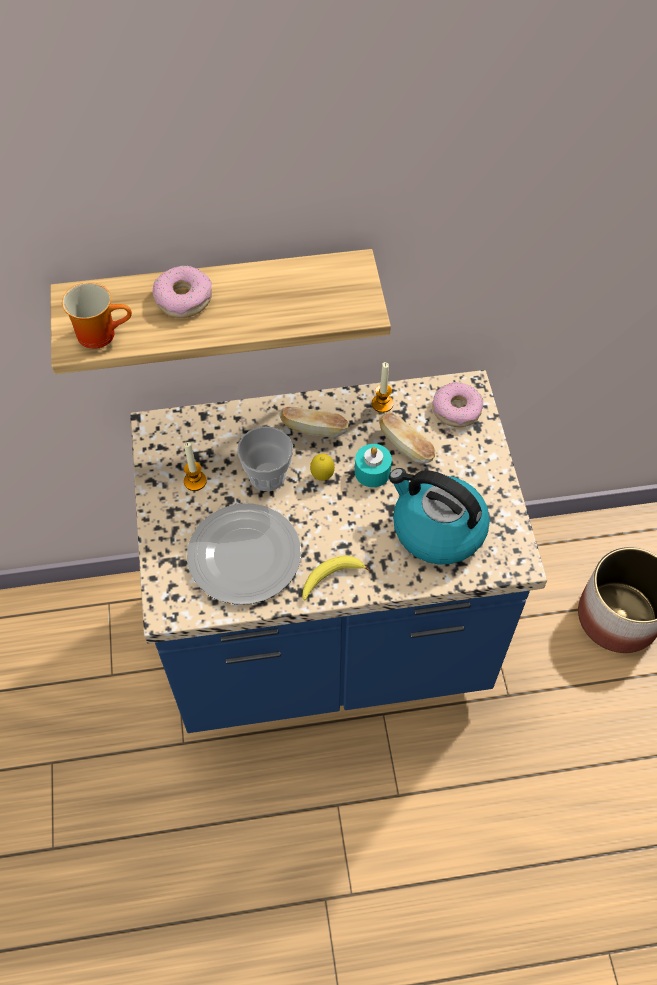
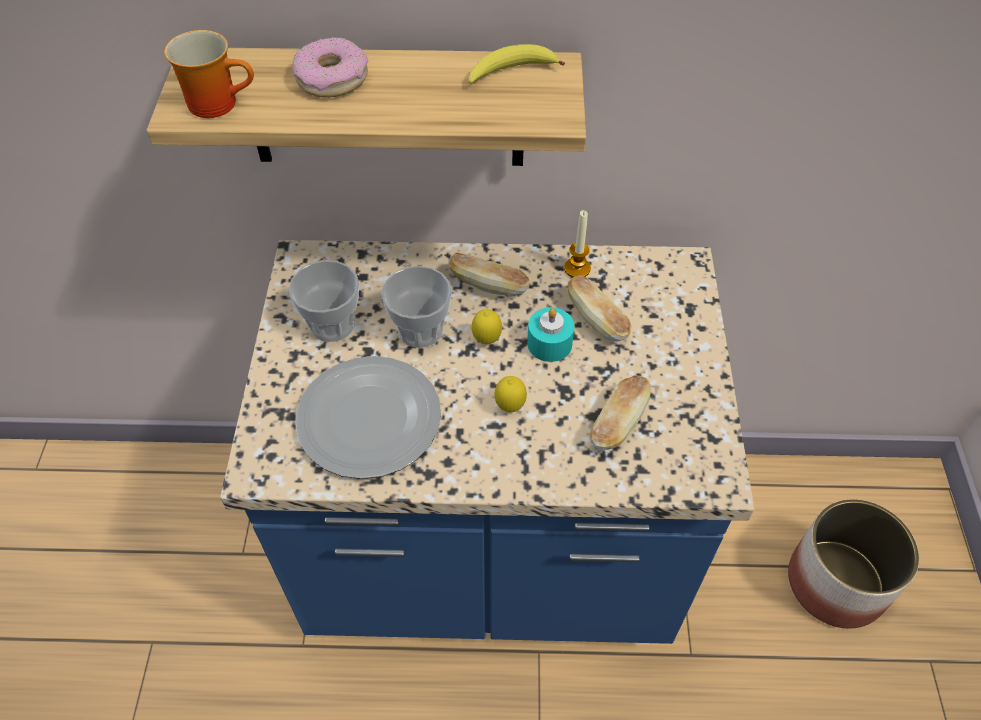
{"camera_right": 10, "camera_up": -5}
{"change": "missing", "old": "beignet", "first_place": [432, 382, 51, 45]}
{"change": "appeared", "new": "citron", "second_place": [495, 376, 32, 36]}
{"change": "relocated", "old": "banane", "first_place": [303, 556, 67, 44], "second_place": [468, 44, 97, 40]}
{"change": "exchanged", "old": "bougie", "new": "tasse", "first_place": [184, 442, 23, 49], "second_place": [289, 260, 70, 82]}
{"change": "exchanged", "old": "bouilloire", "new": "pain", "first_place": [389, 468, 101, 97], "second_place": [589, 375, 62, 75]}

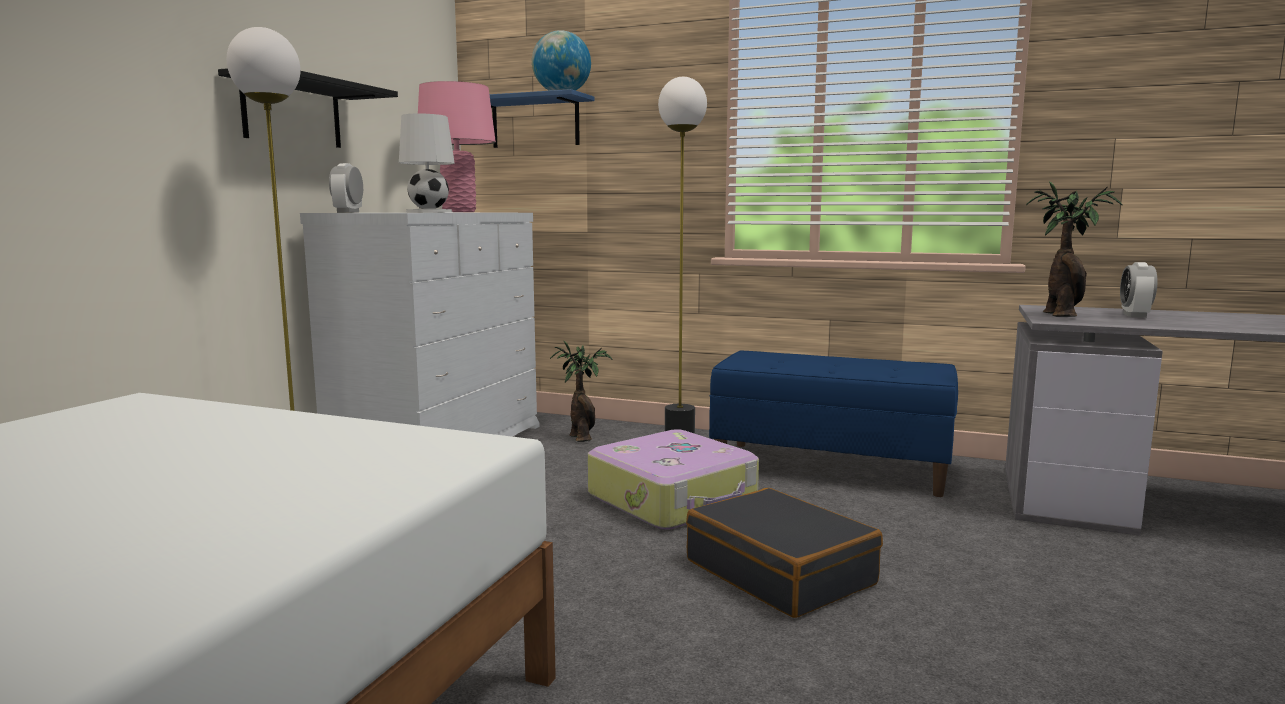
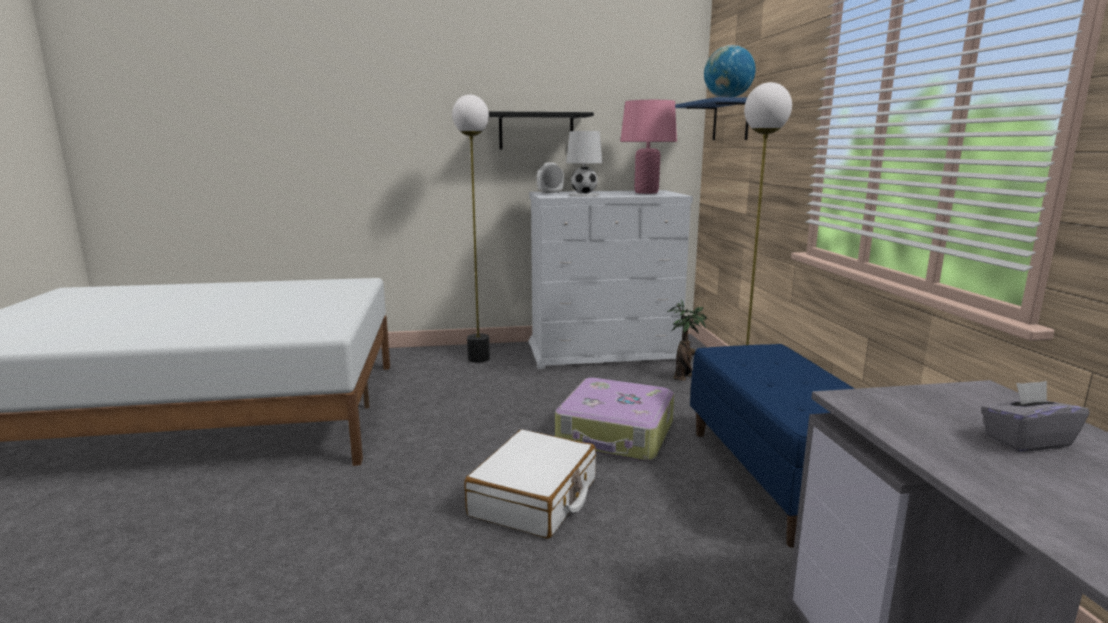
{"camera_right": 60, "camera_up": 5}
{"change": "missing", "old": "plante en pot", "first_place": [1026, 181, 96, 136]}
{"change": "exchanged", "old": "réveil", "new": "boîte à mouchoirs [gris]", "first_place": [1120, 262, 37, 56], "second_place": [981, 381, 109, 71]}
{"change": "colour", "old": "valise [noir]", "new": "valise [blanc]", "first_place": [686, 488, 197, 130], "second_place": [464, 430, 132, 109]}

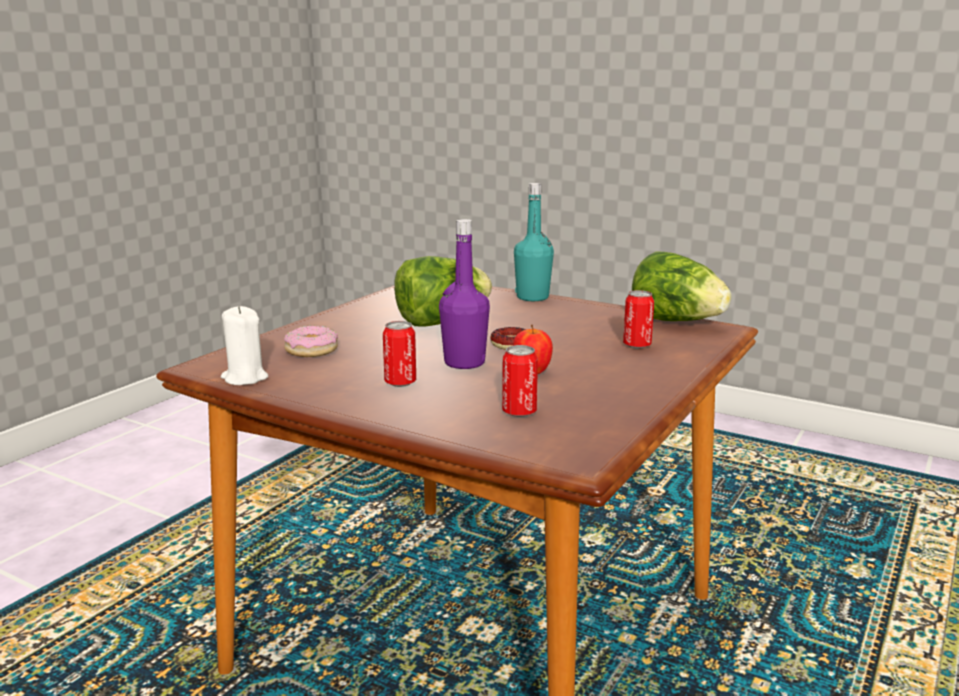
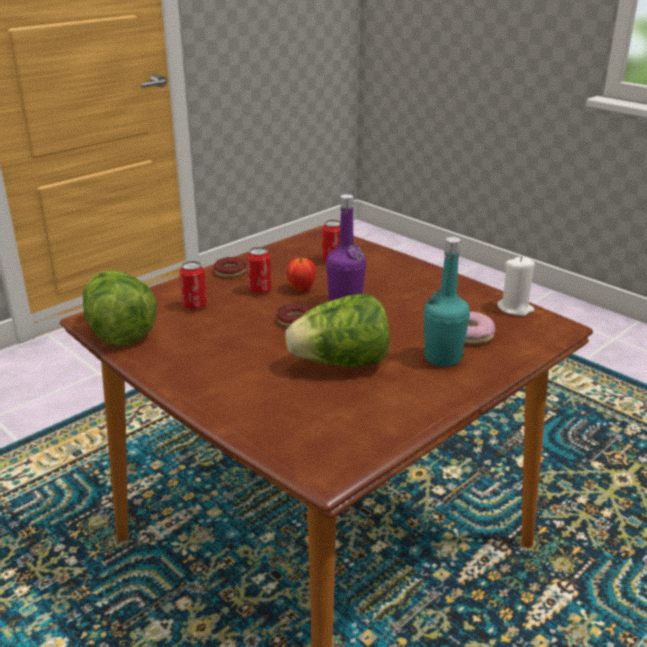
{"camera_right": -165, "camera_up": 10}
{"change": "appeared", "new": "beignet", "second_place": [214, 257, 32, 20]}
{"change": "relocated", "old": "boîte métallique", "first_place": [383, 321, 33, 66], "second_place": [247, 247, 24, 47]}
{"change": "relocated", "old": "bouteille [turquoise]", "first_place": [514, 183, 40, 118], "second_place": [424, 237, 46, 130]}

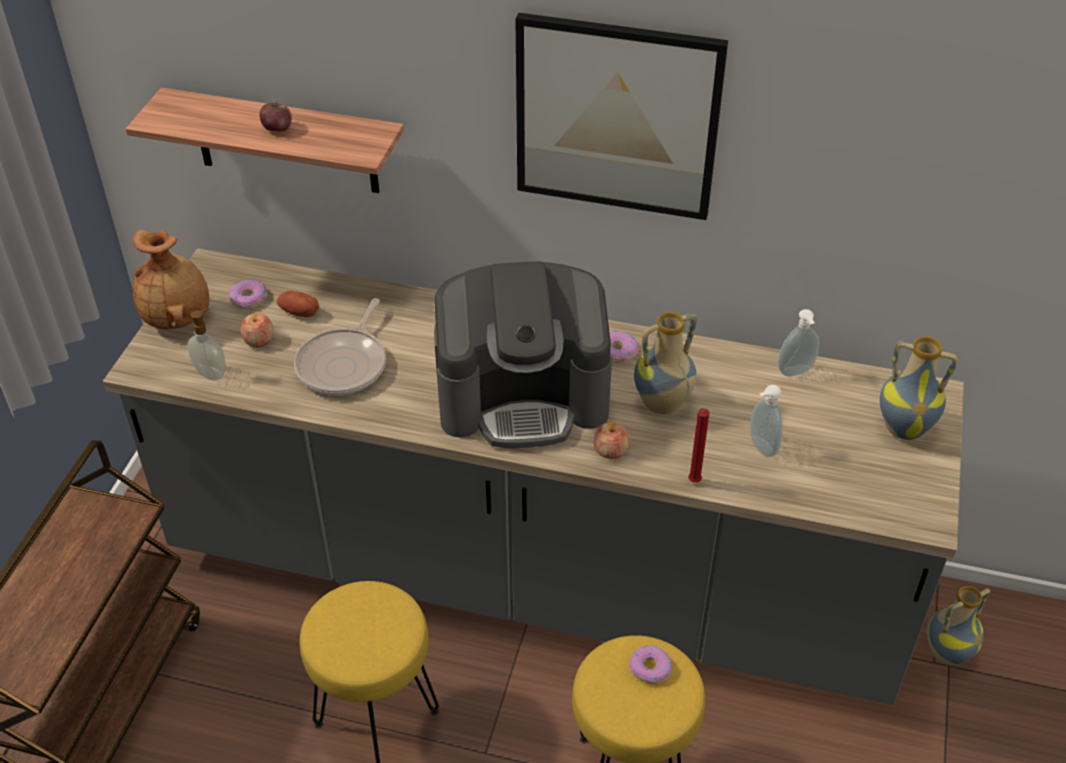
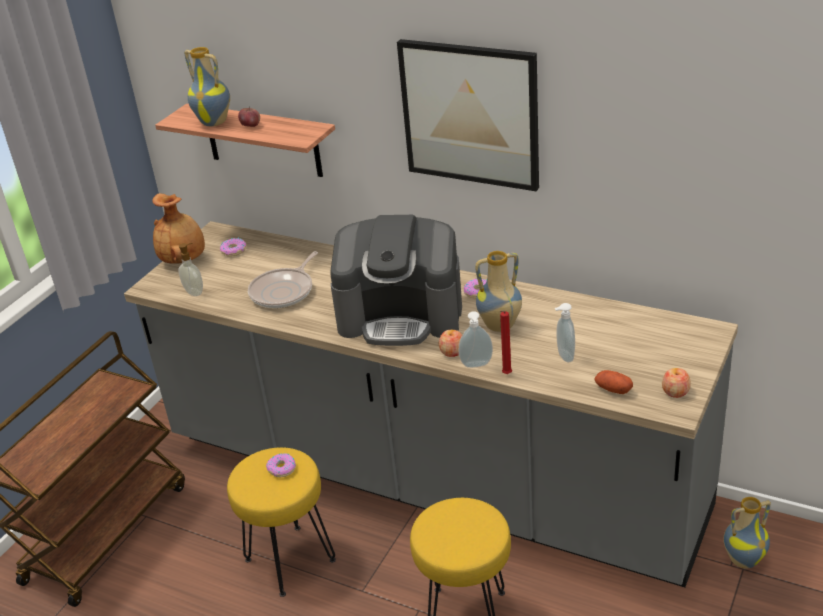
{"camera_right": 15, "camera_up": -10}
{"change": "relocated", "old": "pomme", "first_place": [241, 313, 33, 34], "second_place": [662, 368, 29, 30]}
{"change": "relocated", "old": "pomme de terre", "first_place": [277, 291, 42, 26], "second_place": [594, 370, 39, 24]}
{"change": "relocated", "old": "beignet", "first_place": [629, 645, 43, 39], "second_place": [266, 453, 30, 24]}
{"change": "relocated", "old": "distributeur de savon", "first_place": [778, 309, 41, 67], "second_place": [459, 311, 34, 57]}
{"change": "relocated", "old": "vase", "first_place": [880, 336, 78, 104], "second_place": [184, 47, 46, 79]}

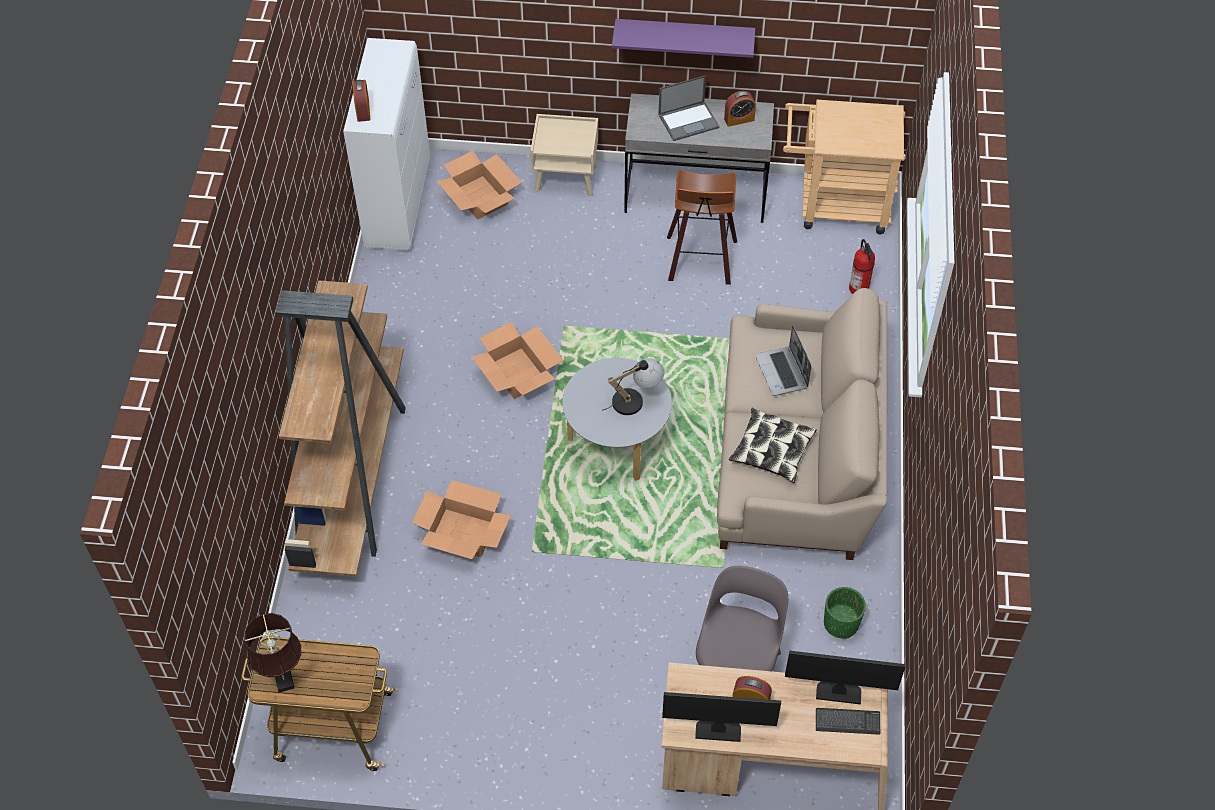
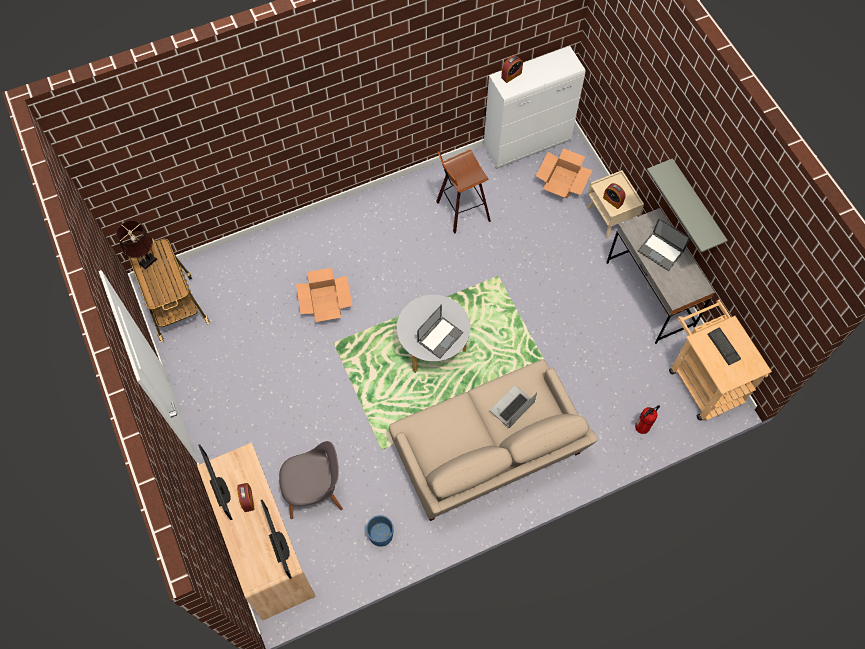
{"camera_right": 60, "camera_up": 10}
{"change": "missing", "old": "bibliothèque [marron]", "first_place": [276, 280, 130, 297]}
{"change": "missing", "old": "carton", "first_place": [472, 322, 91, 77]}
{"change": "missing", "old": "coussin", "first_place": [729, 408, 88, 75]}
{"change": "relocated", "old": "tabouret", "first_place": [667, 170, 70, 115], "second_place": [436, 149, 55, 85]}
{"change": "relocated", "old": "réveil", "first_place": [724, 91, 32, 36], "second_place": [603, 183, 23, 26]}
{"change": "relocated", "old": "clavier", "first_place": [816, 708, 64, 27], "second_place": [708, 327, 33, 38]}
{"change": "exchanged", "old": "lampe de table", "new": "ordinateur portable", "first_place": [603, 358, 61, 57], "second_place": [417, 304, 46, 55]}
{"change": "colour", "old": "étagère [violet]", "new": "étagère [gris]", "first_place": [612, 19, 143, 39], "second_place": [647, 158, 81, 95]}
{"change": "colour", "old": "cache-pot [vert]", "new": "cache-pot [bleu]", "first_place": [824, 587, 42, 52], "second_place": [366, 515, 27, 32]}

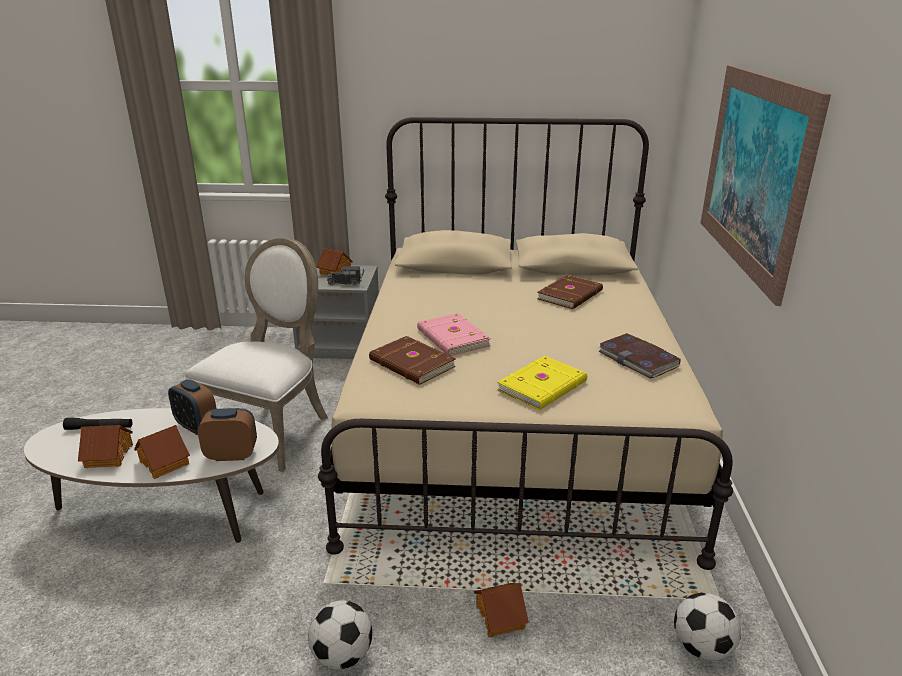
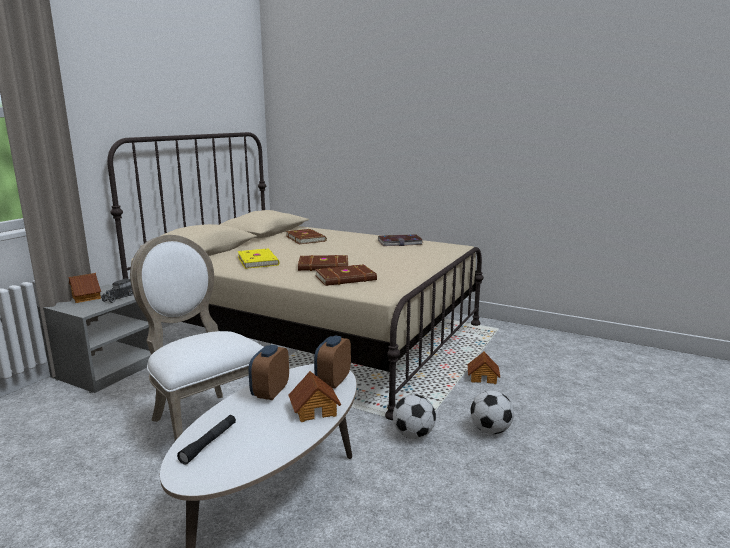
{"camera_right": -65, "camera_up": -10}
{"change": "missing", "old": "maison miniature", "first_place": [78, 425, 55, 43]}
{"change": "missing", "old": "tableau", "first_place": [701, 65, 130, 241]}
{"change": "relocated", "old": "livre [jaune]", "first_place": [497, 356, 90, 54], "second_place": [238, 249, 41, 20]}
{"change": "relocated", "old": "ballon de foot", "first_place": [674, 593, 67, 68], "second_place": [393, 394, 43, 45]}
{"change": "colour", "old": "livre [rose]", "new": "livre [marron]", "first_place": [417, 313, 74, 43], "second_place": [298, 255, 50, 16]}
{"change": "spun", "old": "réveil", "first_place": [168, 379, 49, 56], "second_place": [248, 345, 41, 55], "degrees": 135}

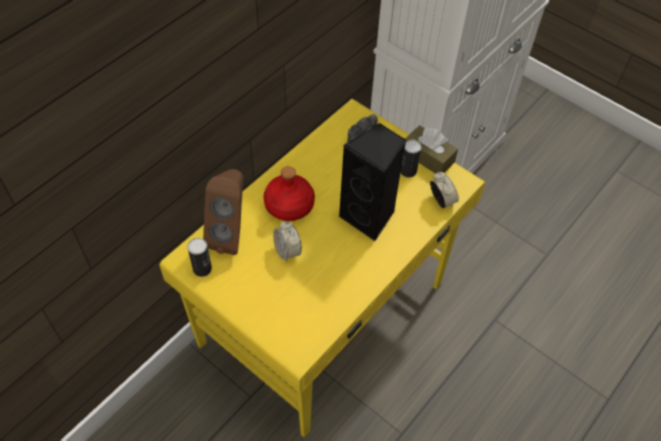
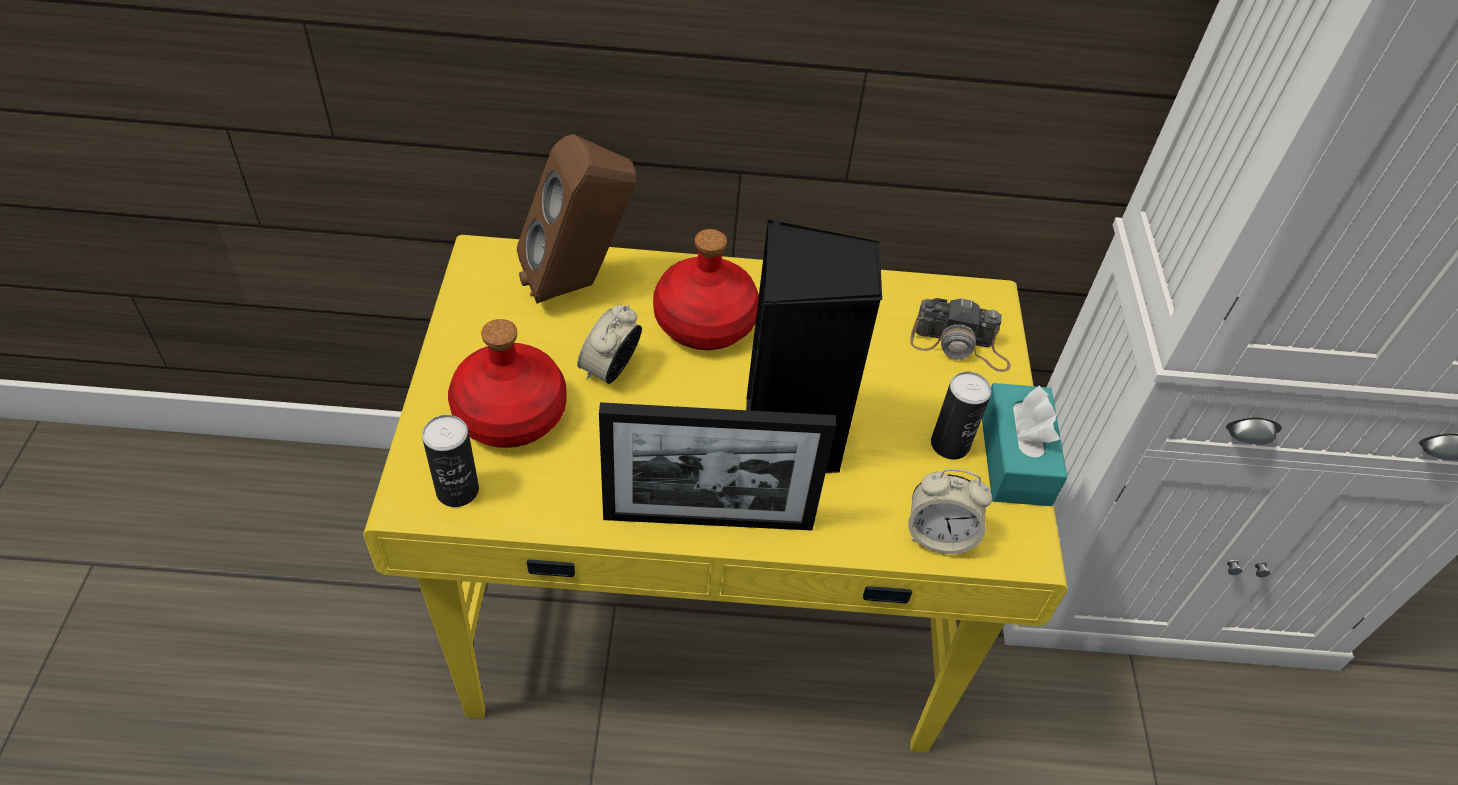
{"camera_right": 50, "camera_up": -5}
{"change": "appeared", "new": "bouteille [rouge]", "second_place": [448, 319, 118, 129]}
{"change": "appeared", "new": "cadre photo", "second_place": [599, 402, 237, 129]}
{"change": "relocated", "old": "boîte métallique", "first_place": [187, 238, 25, 39], "second_place": [422, 415, 57, 92]}
{"change": "colour", "old": "boîte à mouchoirs [marron]", "new": "boîte à mouchoirs [turquoise]", "first_place": [405, 125, 53, 49], "second_place": [982, 383, 86, 123]}
{"change": "spun", "old": "réveil", "first_place": [430, 172, 29, 36], "second_place": [908, 469, 84, 85], "degrees": 75}

